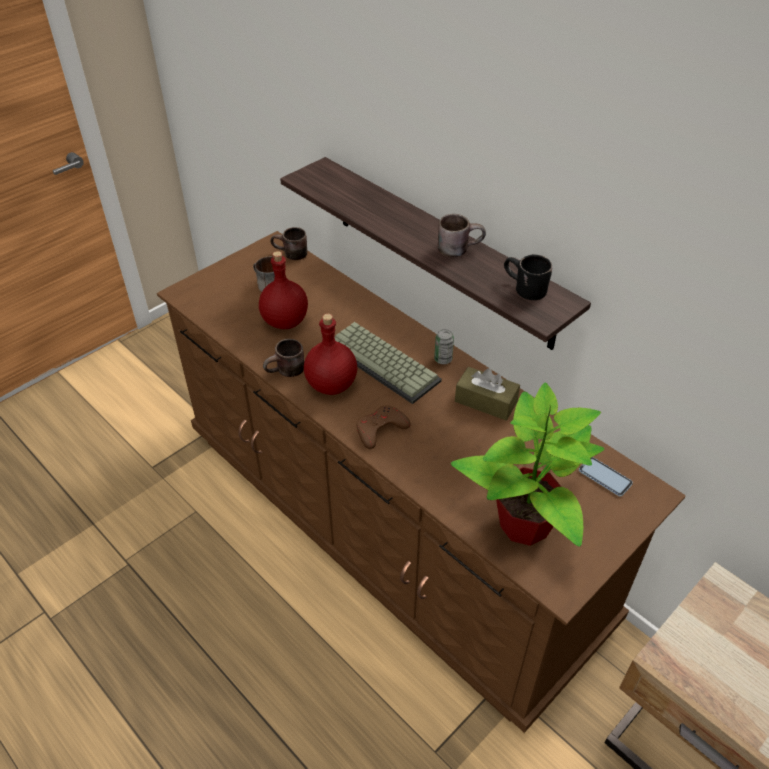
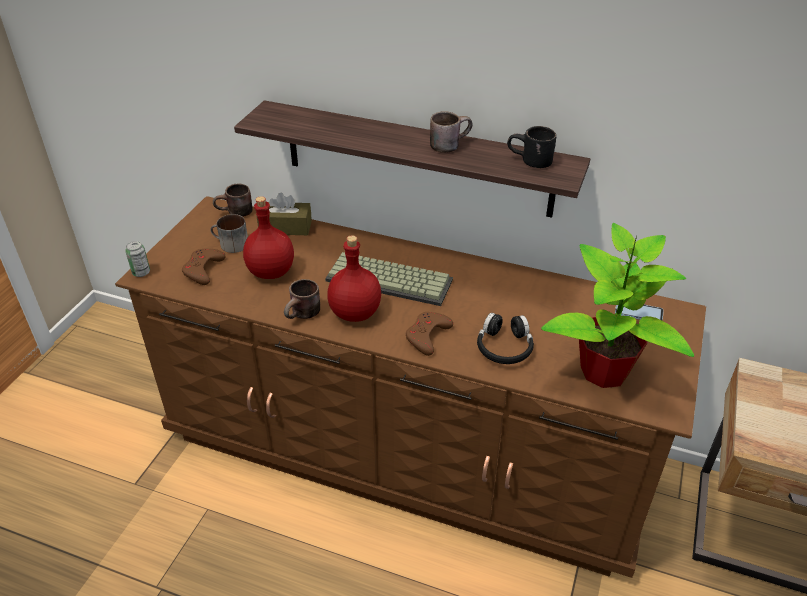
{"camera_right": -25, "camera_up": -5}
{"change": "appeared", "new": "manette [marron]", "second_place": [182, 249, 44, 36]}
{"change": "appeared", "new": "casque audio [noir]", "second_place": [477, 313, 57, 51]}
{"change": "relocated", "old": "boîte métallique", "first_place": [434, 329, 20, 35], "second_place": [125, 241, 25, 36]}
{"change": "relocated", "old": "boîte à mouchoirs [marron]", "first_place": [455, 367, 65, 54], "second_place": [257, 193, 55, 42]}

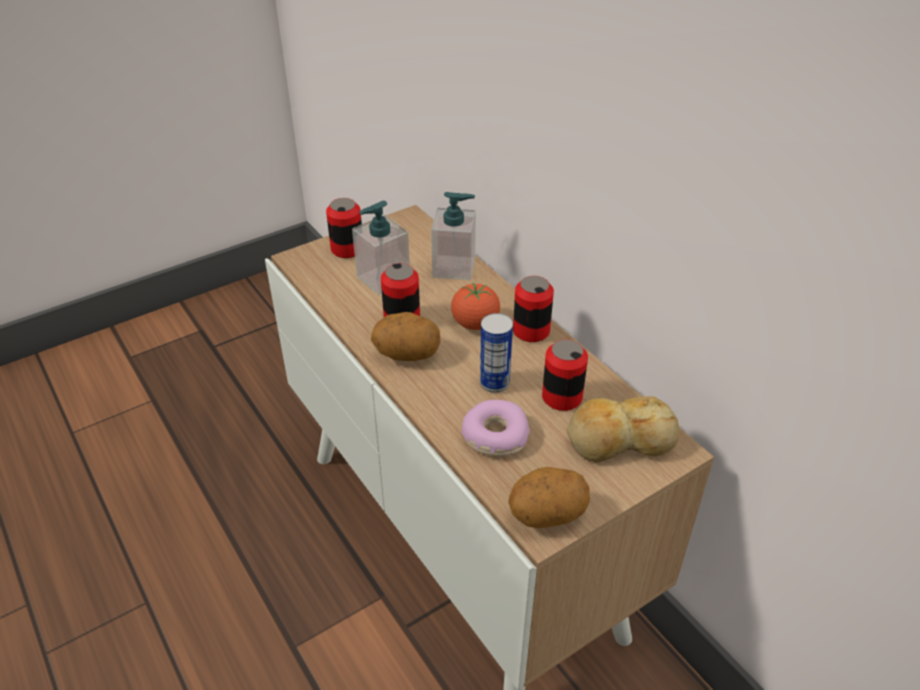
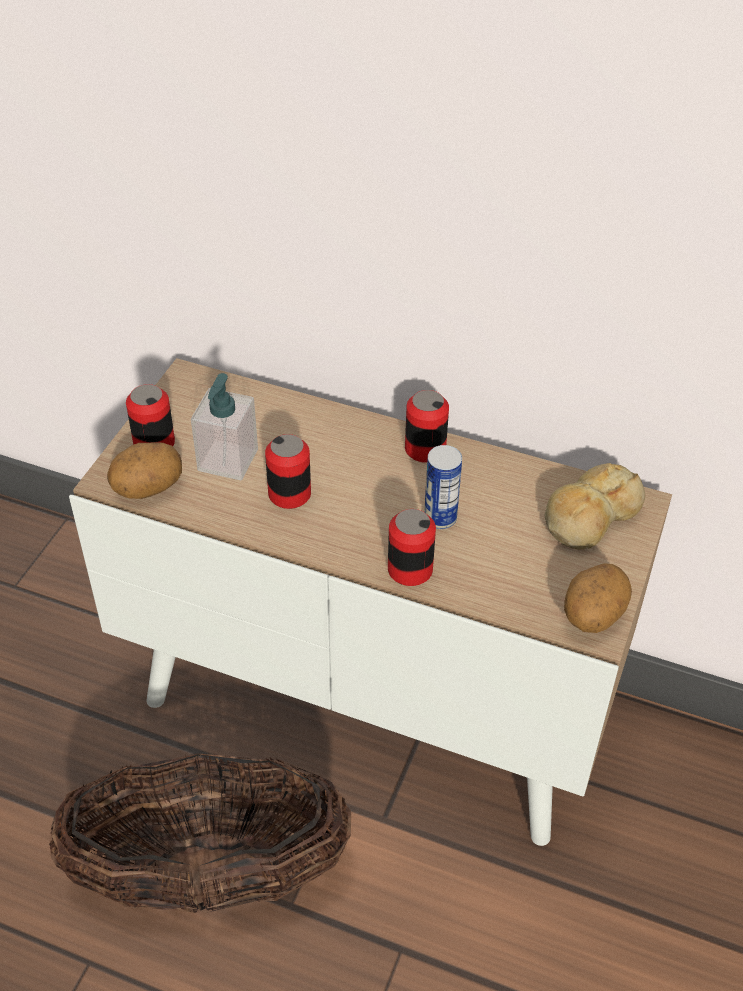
{"camera_right": -35, "camera_up": 5}
{"change": "missing", "old": "distributeur de savon", "first_place": [431, 192, 45, 88]}
{"change": "missing", "old": "tomate", "first_place": [451, 282, 49, 48]}
{"change": "missing", "old": "beignet", "first_place": [462, 400, 68, 56]}
{"change": "appeared", "new": "panier", "second_place": [49, 754, 302, 159]}
{"change": "relocated", "old": "pomme de terre", "first_place": [371, 312, 69, 49], "second_place": [107, 442, 75, 57]}
{"change": "relocated", "old": "boîte métallique", "first_place": [542, 339, 46, 72], "second_place": [388, 509, 48, 77]}

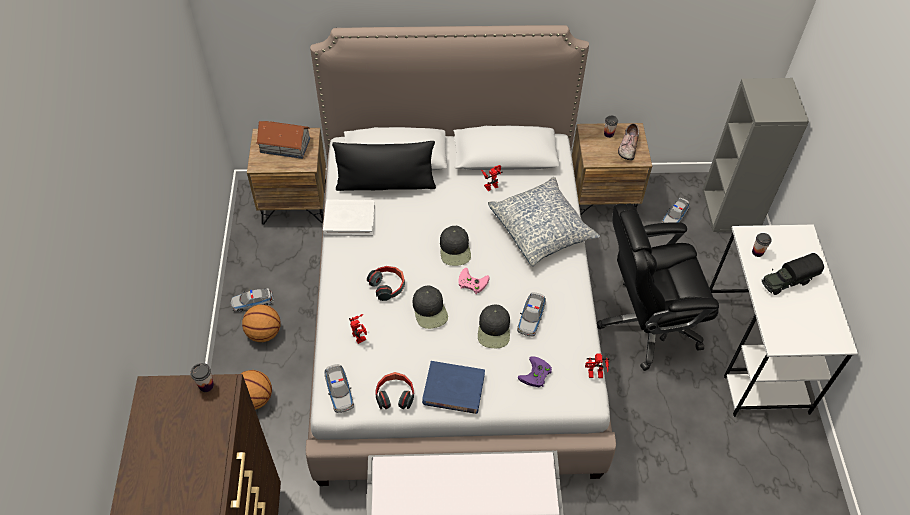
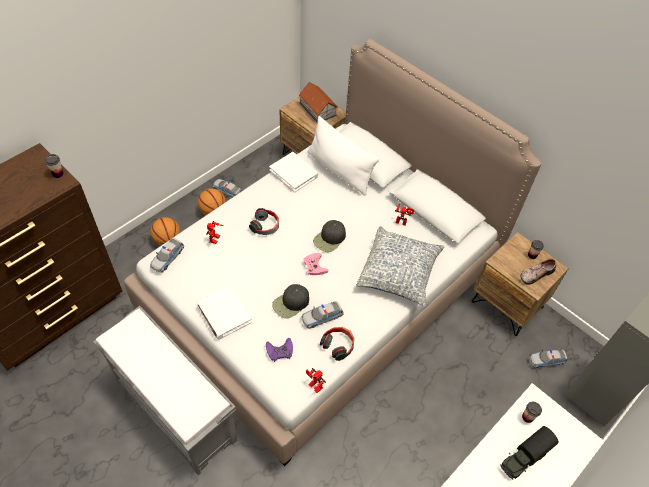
{"camera_right": 45, "camera_up": 0}
{"change": "missing", "old": "casquette [noir]", "first_place": [413, 285, 35, 44]}
{"change": "missing", "old": "chaise de bureau [noir]", "first_place": [597, 203, 122, 168]}
{"change": "relocated", "old": "casque audio", "first_place": [375, 372, 39, 37], "second_place": [320, 327, 34, 34]}
{"change": "colour", "old": "coussin [noir]", "new": "coussin [blanc]", "first_place": [332, 141, 104, 50], "second_place": [308, 116, 71, 80]}
{"change": "colour", "old": "livre [bleu]", "new": "livre [blanc]", "first_place": [422, 361, 63, 53], "second_place": [197, 286, 55, 54]}
{"change": "spun", "old": "camion jouet", "first_place": [762, 253, 62, 42], "second_place": [500, 426, 59, 53], "degrees": -60}

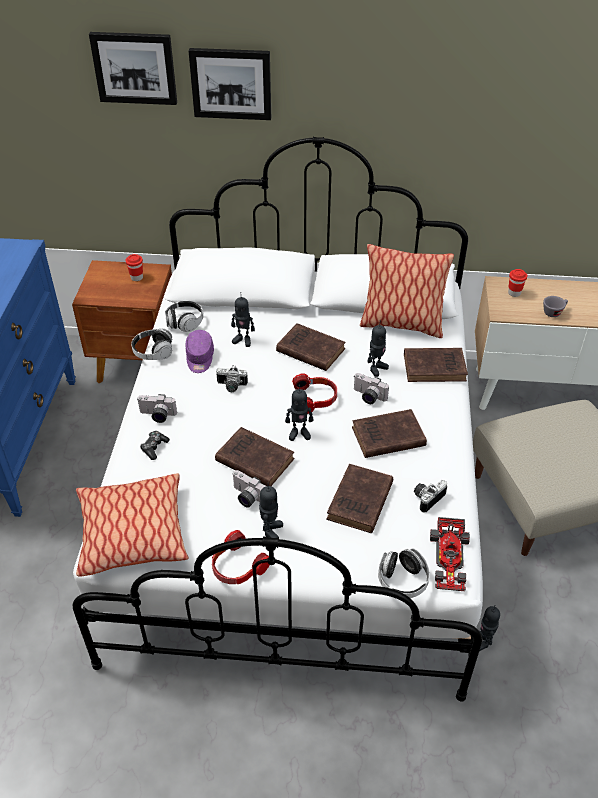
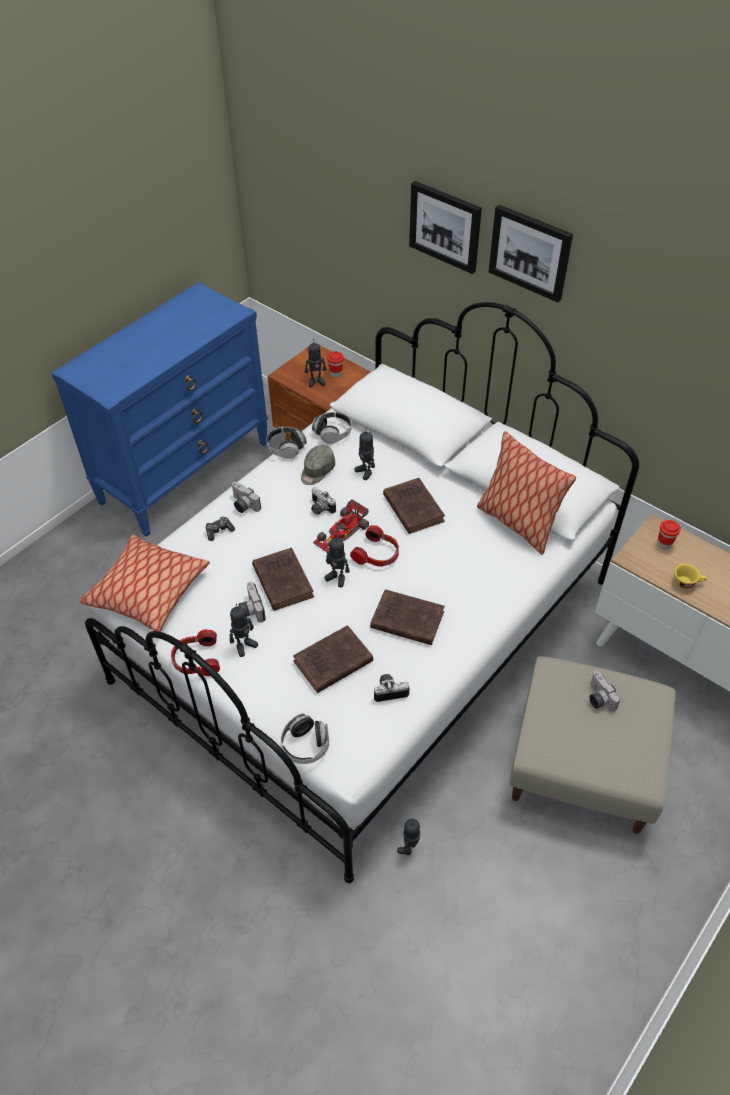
{"camera_right": 35, "camera_up": 5}
{"change": "missing", "old": "livre [marron]", "first_place": [404, 348, 64, 34]}
{"change": "relocated", "old": "tableau", "first_place": [89, 32, 88, 73], "second_place": [488, 205, 85, 97]}
{"change": "relocated", "old": "appareil photo", "first_place": [354, 373, 35, 31], "second_place": [589, 671, 31, 41]}
{"change": "relocated", "old": "robot jouet", "first_place": [367, 320, 22, 57], "second_place": [305, 343, 21, 45]}
{"change": "relocated", "old": "petite voiture", "first_place": [430, 517, 40, 74], "second_place": [313, 499, 56, 53]}
{"change": "colour", "old": "casquette [violet]", "new": "casquette [gris]", "first_place": [186, 330, 28, 43], "second_place": [301, 445, 34, 40]}
{"change": "colour", "old": "tasse [gris]", "new": "tasse [jaune]", "first_place": [543, 296, 25, 21], "second_place": [674, 564, 33, 25]}

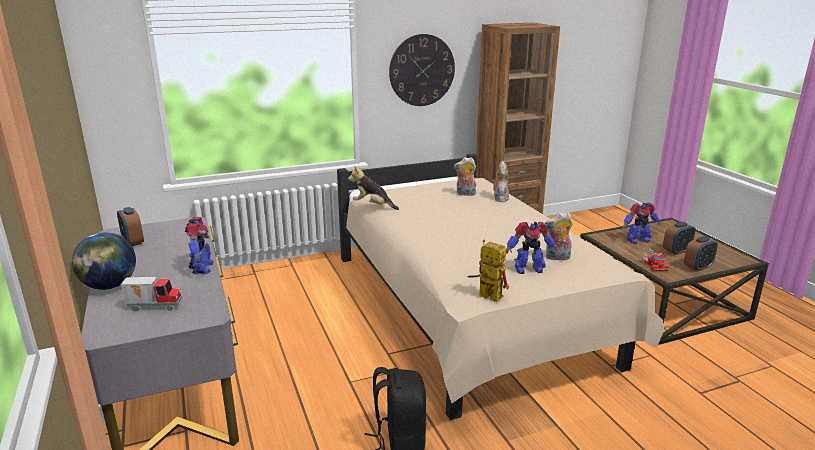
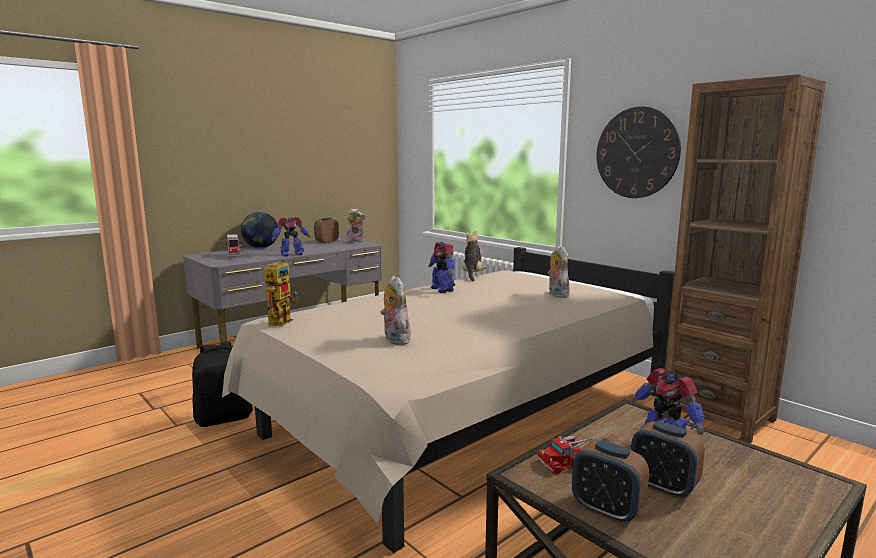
{"camera_right": 70, "camera_up": -10}
{"change": "relocated", "old": "peluche", "first_place": [492, 161, 17, 41], "second_place": [346, 208, 20, 35]}
{"change": "relocated", "old": "robot jouet", "first_place": [506, 222, 51, 52], "second_place": [429, 242, 26, 51]}

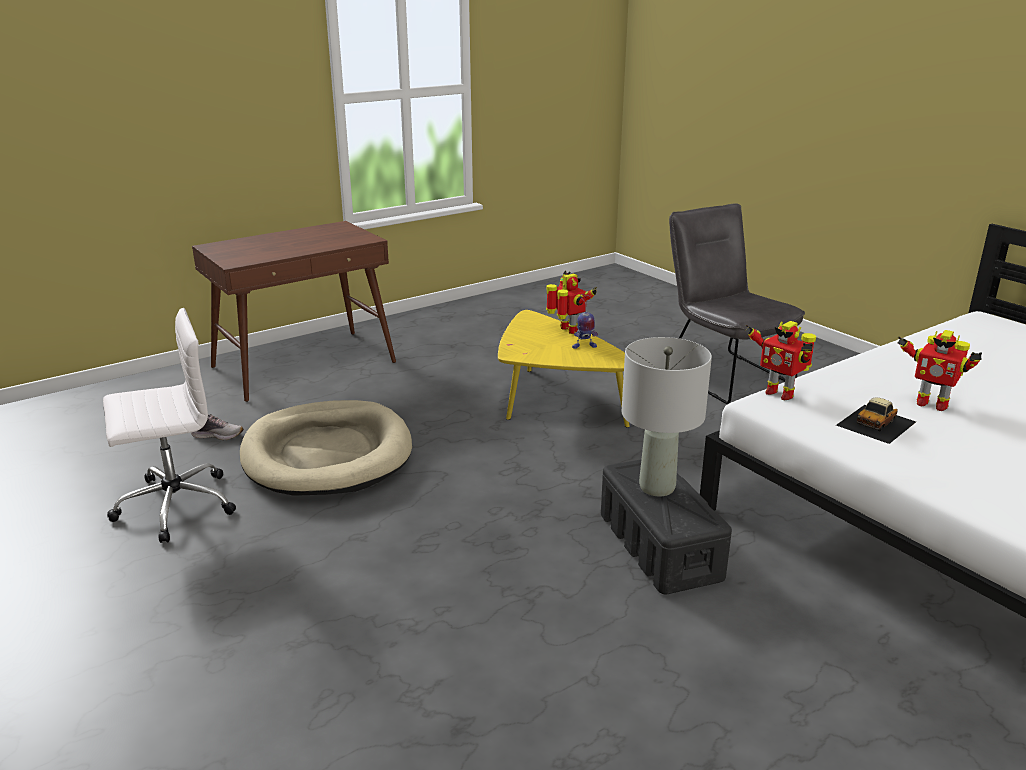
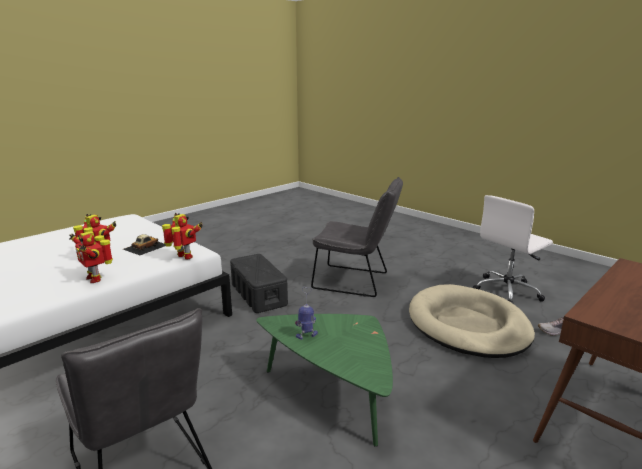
{"camera_right": 170, "camera_up": -5}
{"change": "missing", "old": "lampe de table [gris]", "first_place": [622, 337, 90, 159]}
{"change": "appeared", "new": "chaise [gris]", "second_place": [311, 177, 92, 120]}
{"change": "relocated", "old": "robot jouet", "first_place": [546, 271, 51, 63], "second_place": [69, 231, 44, 52]}
{"change": "colour", "old": "table basse [jaune]", "new": "table basse [vert]", "first_place": [498, 310, 132, 118], "second_place": [256, 314, 137, 133]}

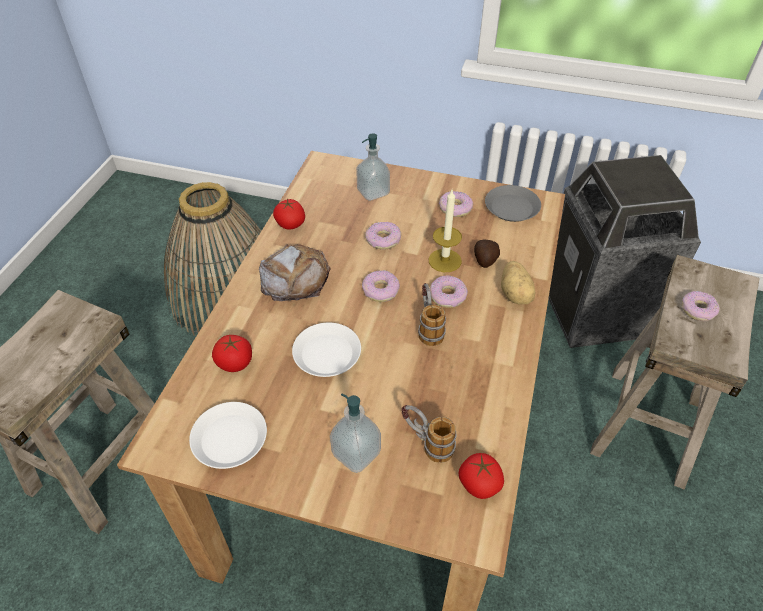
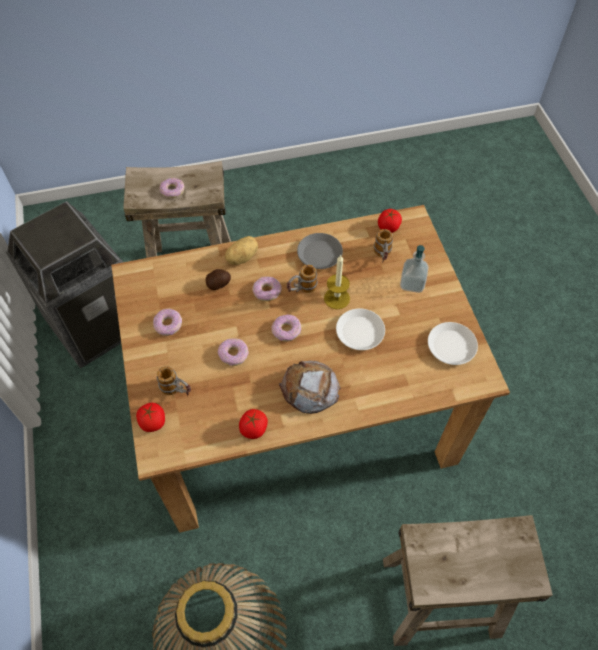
{"camera_right": -120, "camera_up": 10}
{"change": "relocated", "old": "tomate", "first_place": [212, 335, 40, 37], "second_place": [136, 403, 29, 29]}
{"change": "relocated", "old": "bougie", "first_place": [428, 190, 34, 82], "second_place": [324, 255, 26, 54]}
{"change": "relocated", "old": "assiette [gris]", "first_place": [485, 185, 56, 37], "second_place": [297, 233, 46, 36]}
{"change": "exchanged", "old": "distributeur de savon", "new": "mug", "first_place": [356, 133, 34, 68], "second_place": [157, 366, 34, 30]}

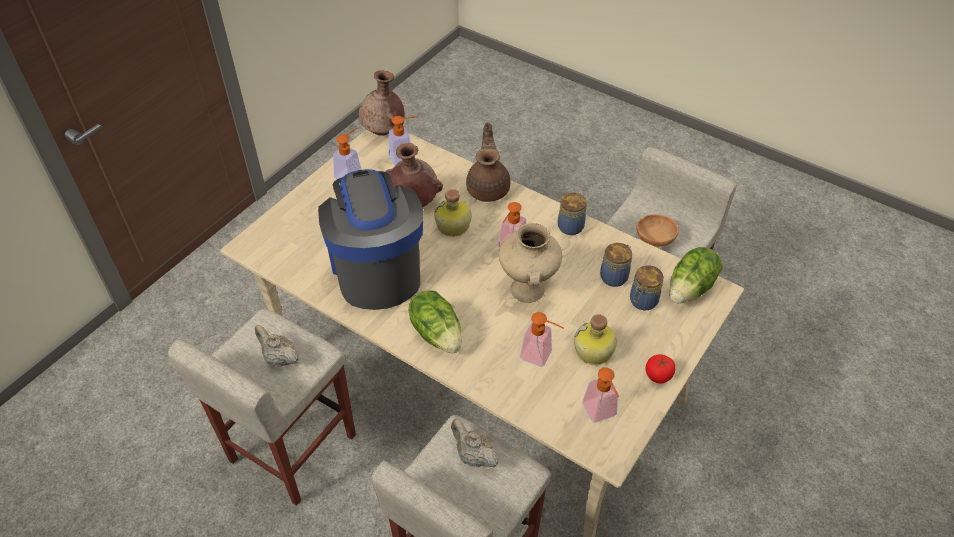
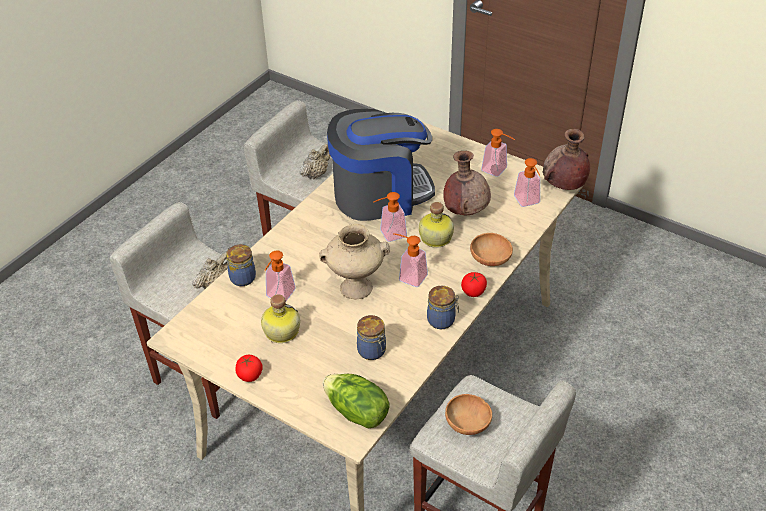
{"camera_right": 90, "camera_up": -5}
{"change": "missing", "old": "laitue", "first_place": [408, 290, 54, 63]}
{"change": "appeared", "new": "tomate", "second_place": [461, 272, 26, 25]}
{"change": "relocated", "old": "distributeur de savon", "first_place": [582, 367, 37, 56], "second_place": [373, 192, 34, 50]}
{"change": "relocated", "old": "bocal", "first_place": [630, 265, 34, 45], "second_place": [226, 244, 30, 42]}
{"change": "exchanged", "old": "théière [marron]", "new": "bol [marron]", "first_place": [466, 122, 44, 80], "second_place": [470, 233, 43, 33]}

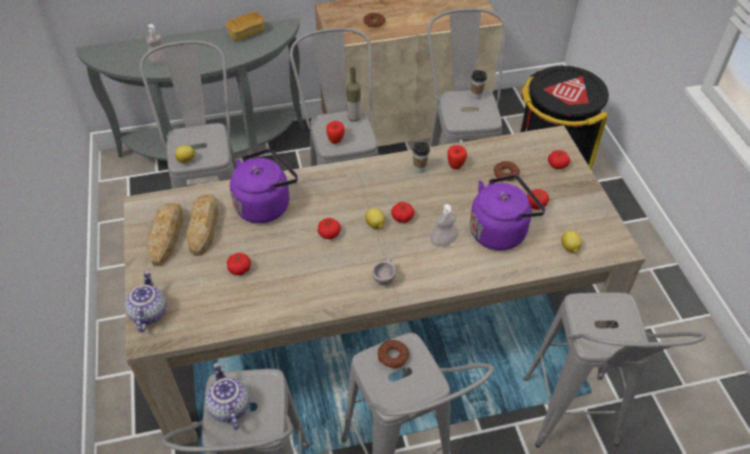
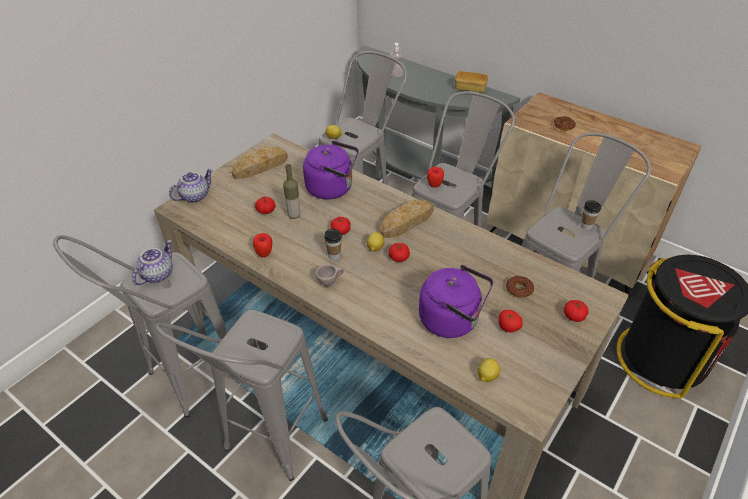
{"camera_right": 50, "camera_up": -5}
{"change": "missing", "old": "beignet", "first_place": [378, 340, 31, 28]}
{"change": "missing", "old": "distributeur de savon", "first_place": [430, 204, 29, 43]}
{"change": "relocated", "old": "pain", "first_place": [186, 194, 32, 62], "second_place": [380, 199, 54, 39]}
{"change": "relocated", "old": "bouteille", "first_place": [346, 67, 15, 54], "second_place": [283, 164, 17, 55]}
{"change": "relocated", "old": "tasse", "first_place": [412, 142, 18, 31], "second_place": [324, 229, 18, 31]}
{"change": "relocated", "old": "pomme", "first_place": [447, 145, 20, 25], "second_place": [253, 233, 19, 25]}

